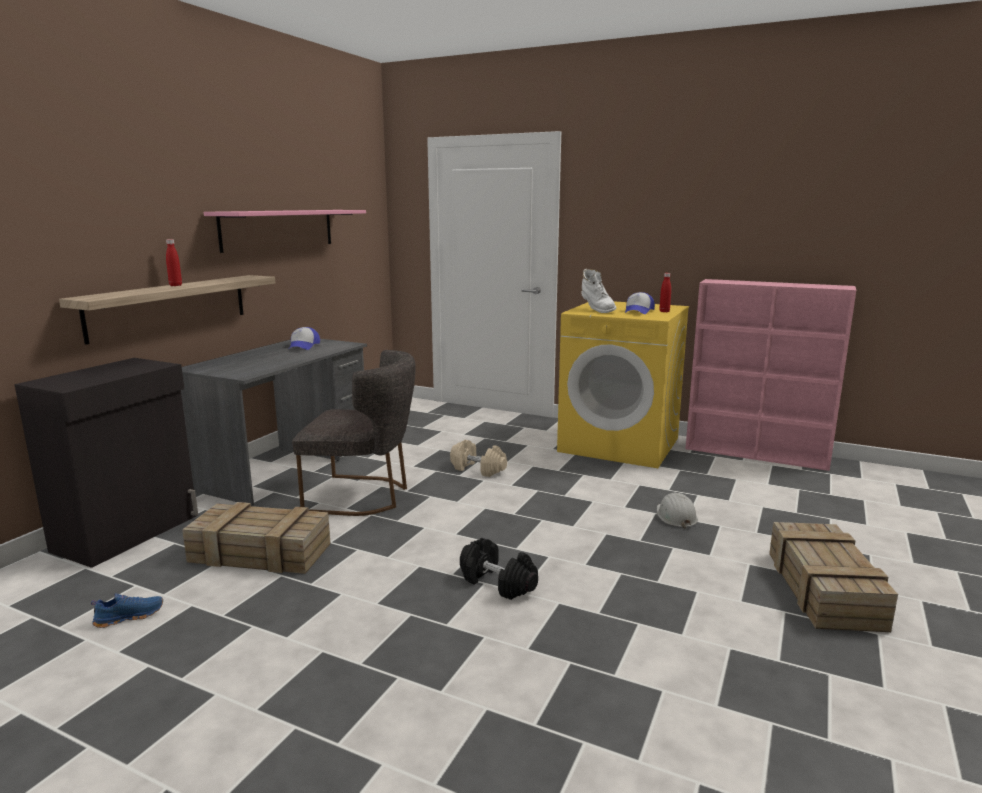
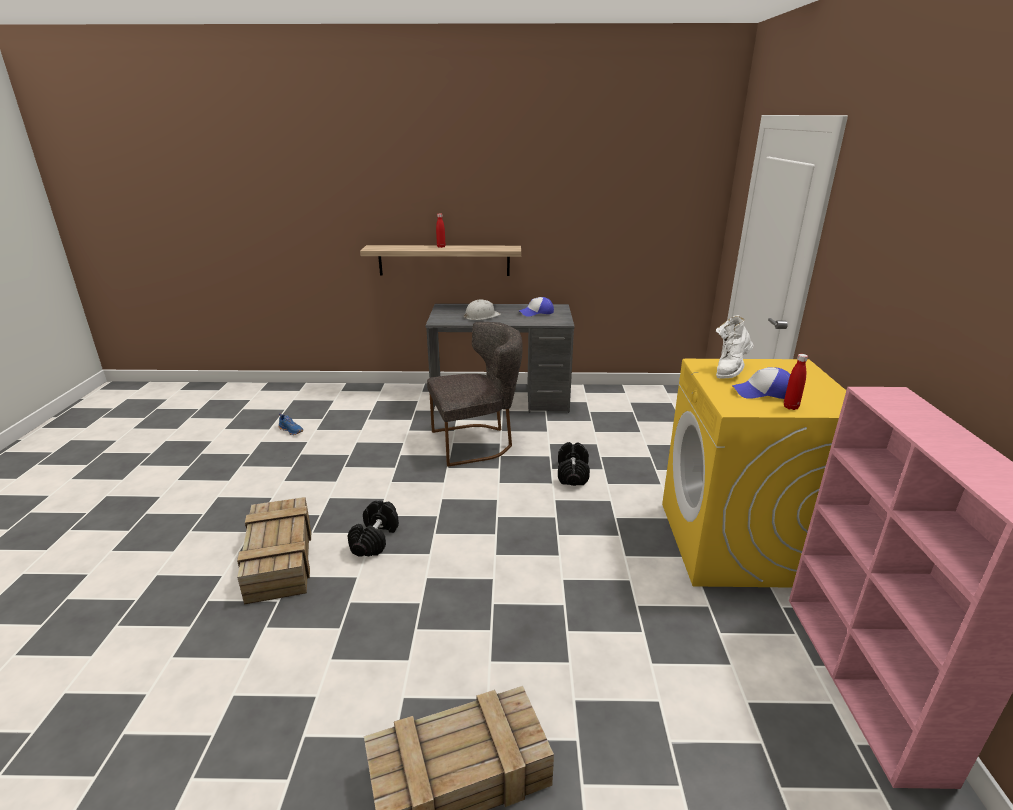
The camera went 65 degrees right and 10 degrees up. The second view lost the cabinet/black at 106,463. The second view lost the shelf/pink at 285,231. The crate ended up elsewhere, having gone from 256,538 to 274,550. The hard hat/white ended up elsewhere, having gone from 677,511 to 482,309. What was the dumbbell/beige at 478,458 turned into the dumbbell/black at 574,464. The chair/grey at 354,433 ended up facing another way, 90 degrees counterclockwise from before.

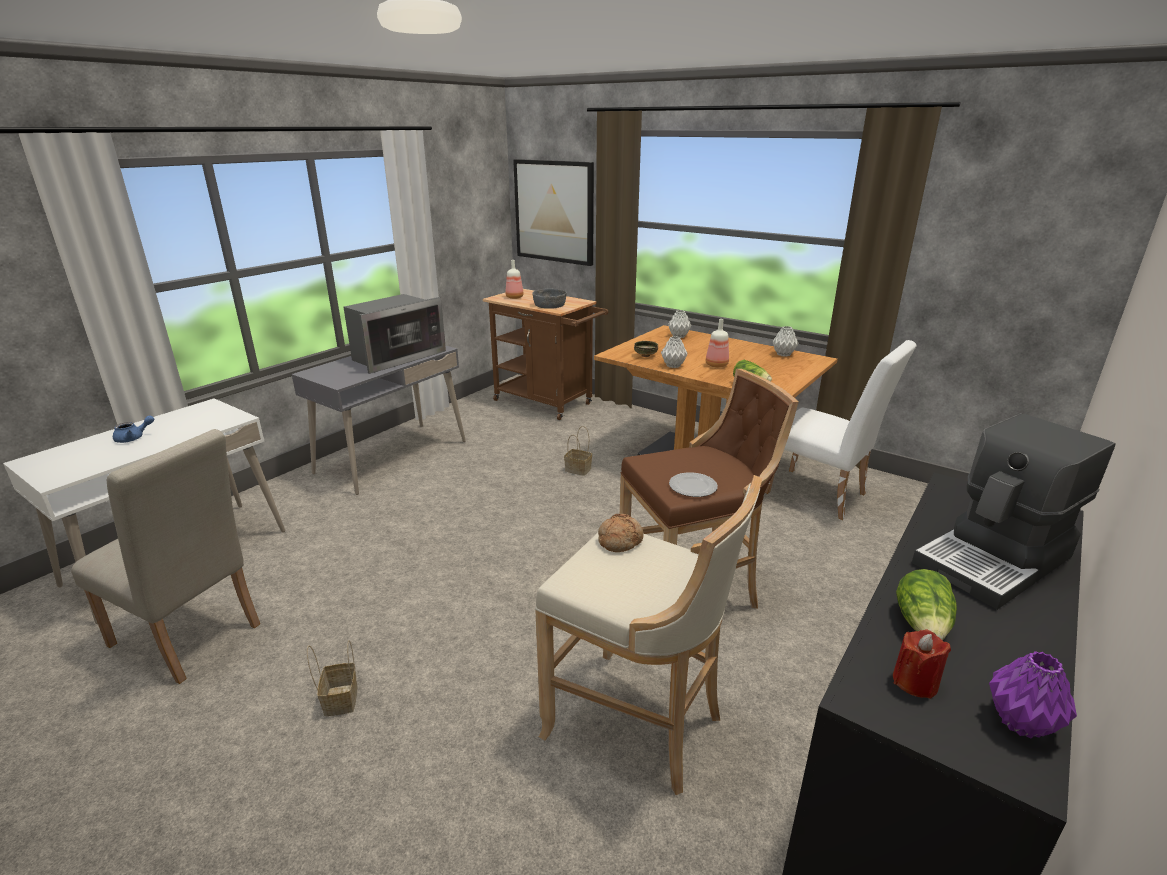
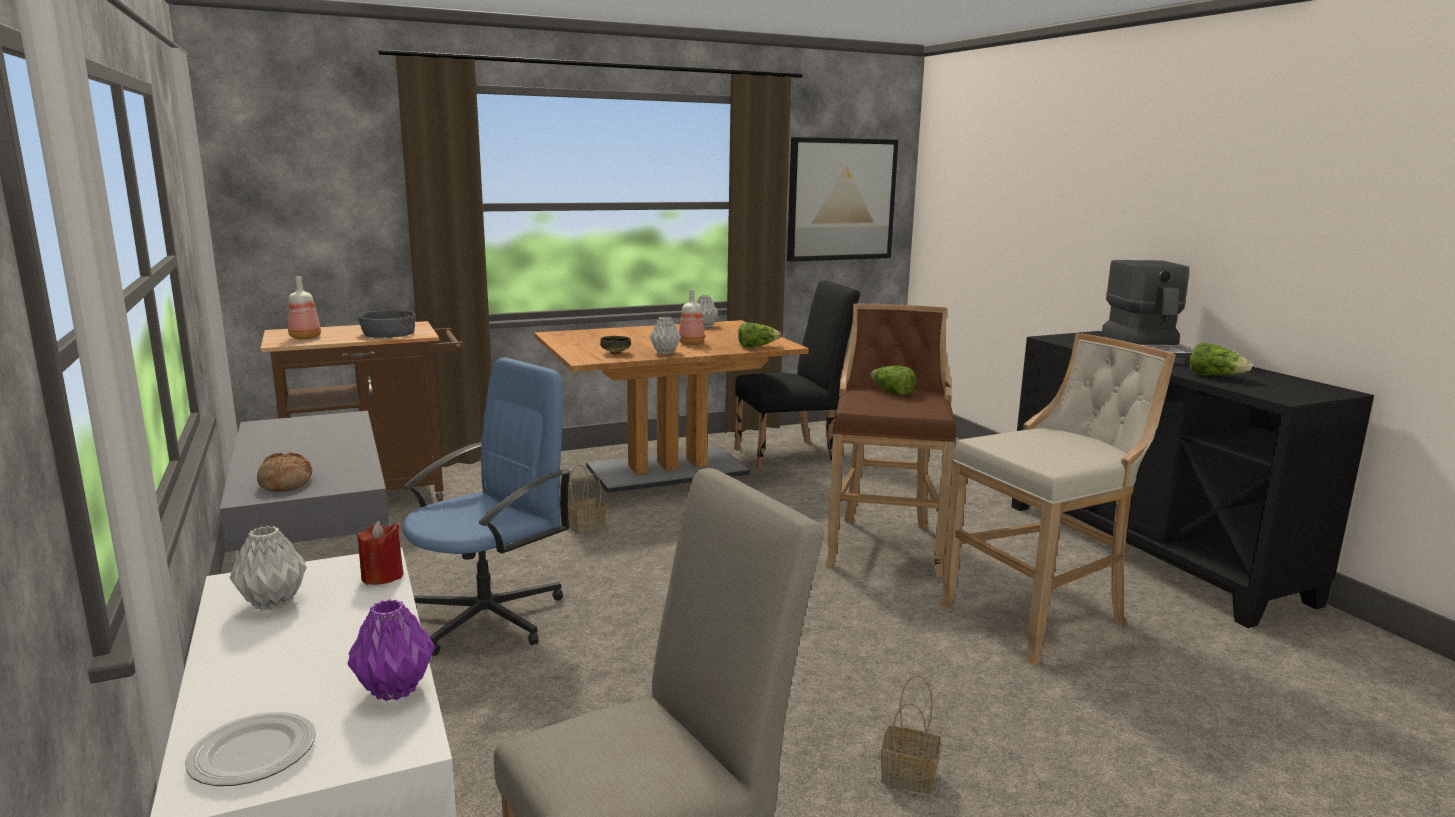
The camera went 60 degrees left and 10 degrees down. The second view lost the teapot/blue at 133,429. The second view lost the microwave at 394,334. The second view gained the office chair/blue at 487,506. The second view gained the lettuce at 893,381. The picture ended up elsewhere, having gone from 553,212 to 842,199. The bread ended up elsewhere, having gone from 621,533 to 284,472. The vase/grey ended up elsewhere, having gone from 679,324 to 268,568. The plate ended up elsewhere, having gone from 693,484 to 250,749. The candle/red ended up elsewhere, having gone from 922,664 to 380,553. The vase/purple ended up elsewhere, having gone from 1033,695 to 391,650. What was the chair/white at 841,430 turned into the chair/black at 797,375.

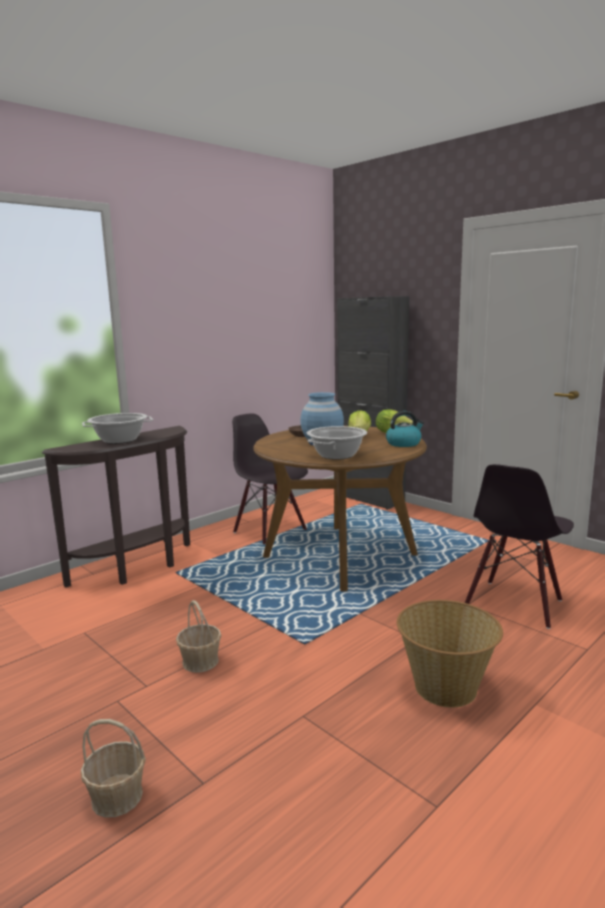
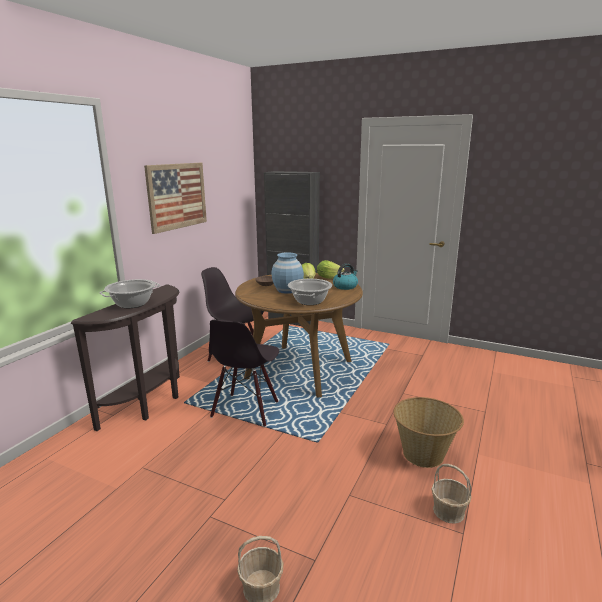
The camera went 20 degrees left and 5 degrees up. The second view gained the picture at 175,198. The basket ended up elsewhere, having gone from 198,636 to 451,494. The chair/black ended up elsewhere, having gone from 519,546 to 244,373.

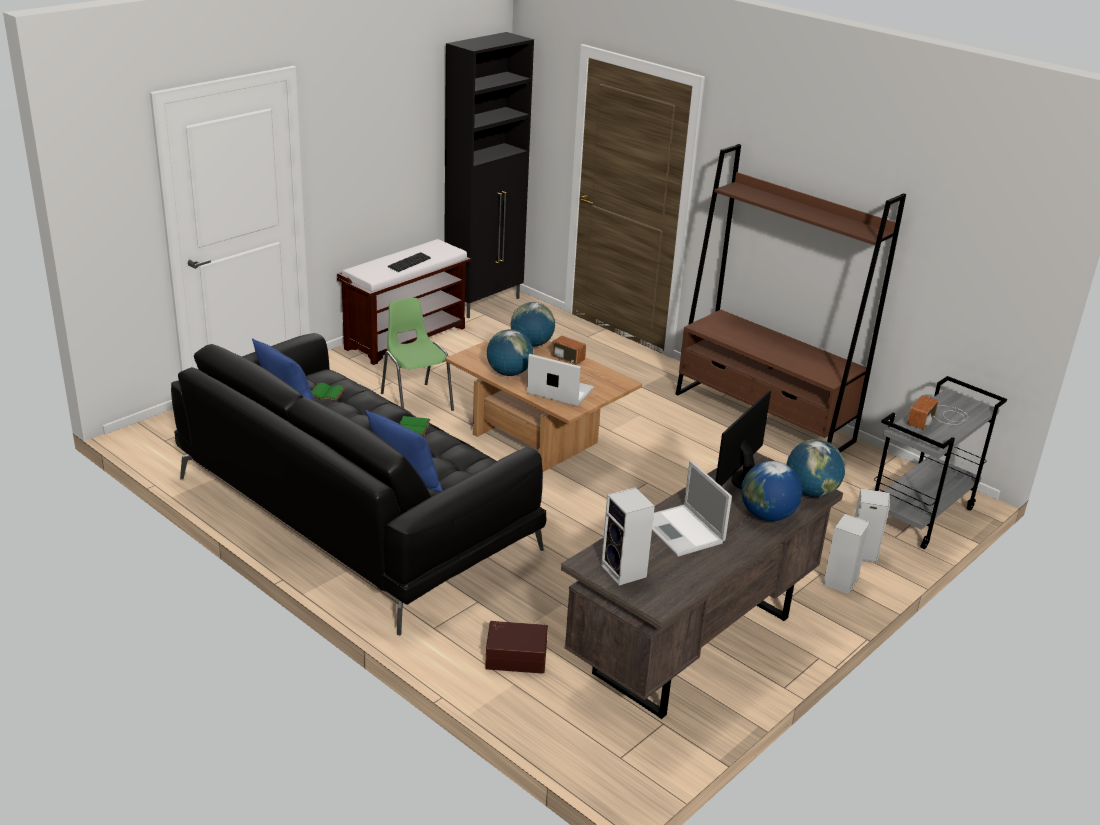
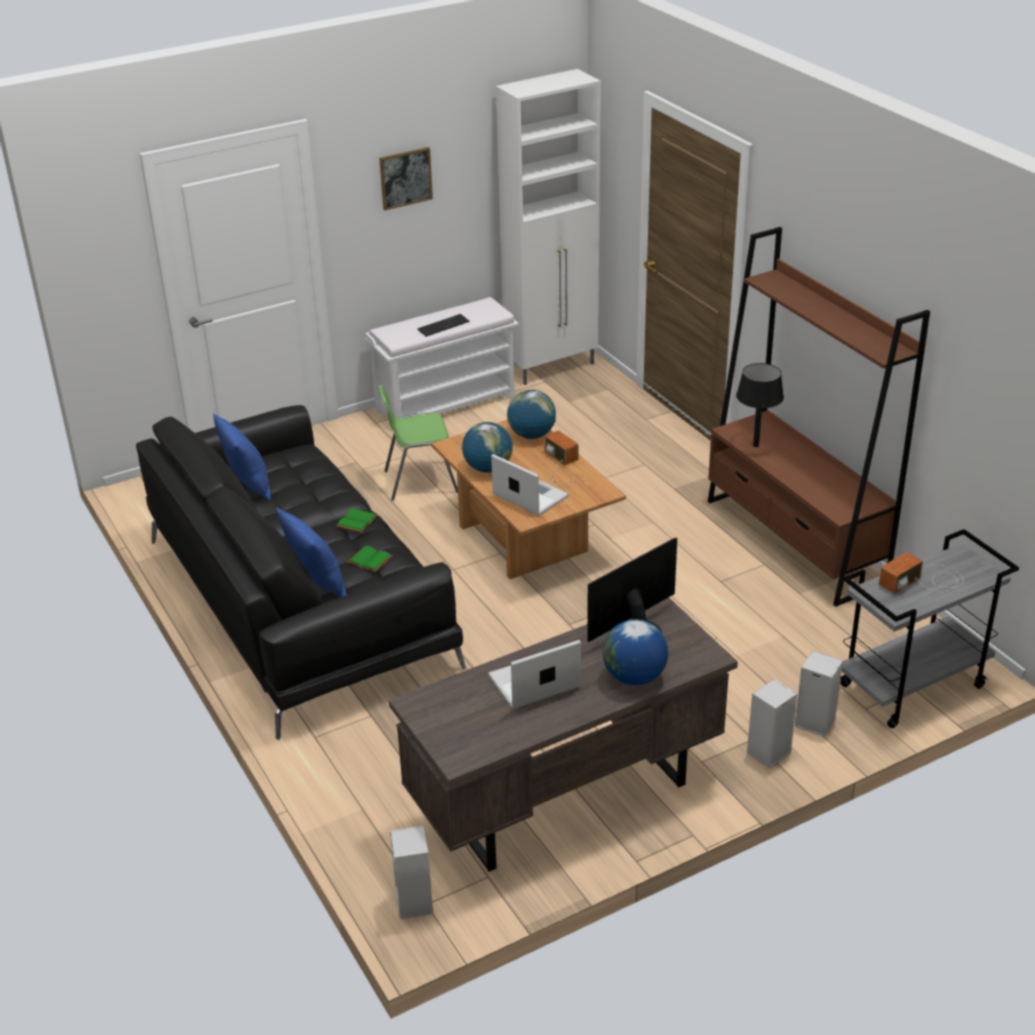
The camera went 20 degrees right and 5 degrees up. The second view lost the storage box/brown at 516,647. The second view lost the globe at 815,468. The second view gained the picture at 406,179. The second view gained the table lamp/black at 760,405. The book/green ended up elsewhere, having gone from 328,392 to 370,559. The speaker ended up elsewhere, having gone from 628,536 to 411,872. What was the bench/brown at 404,302 turned into the bench/white at 442,357. What was the cabinet/black at 489,175 turned into the cabinet/white at 548,227. The chair/green at 417,354 ended up facing another way, 90 degrees counterclockwise from before. The laptop at 692,509 ended up facing another way, 75 degrees clockwise from before.

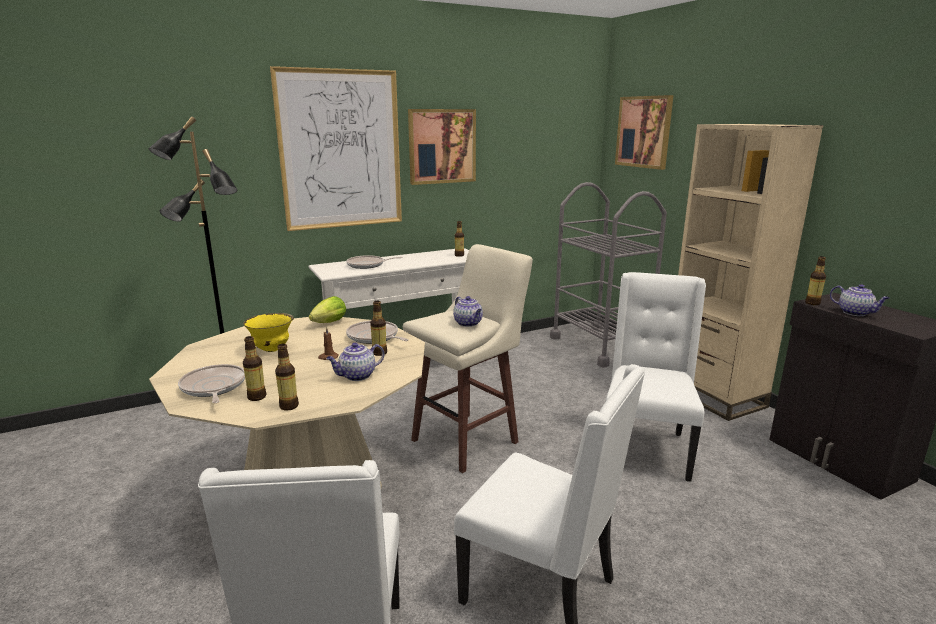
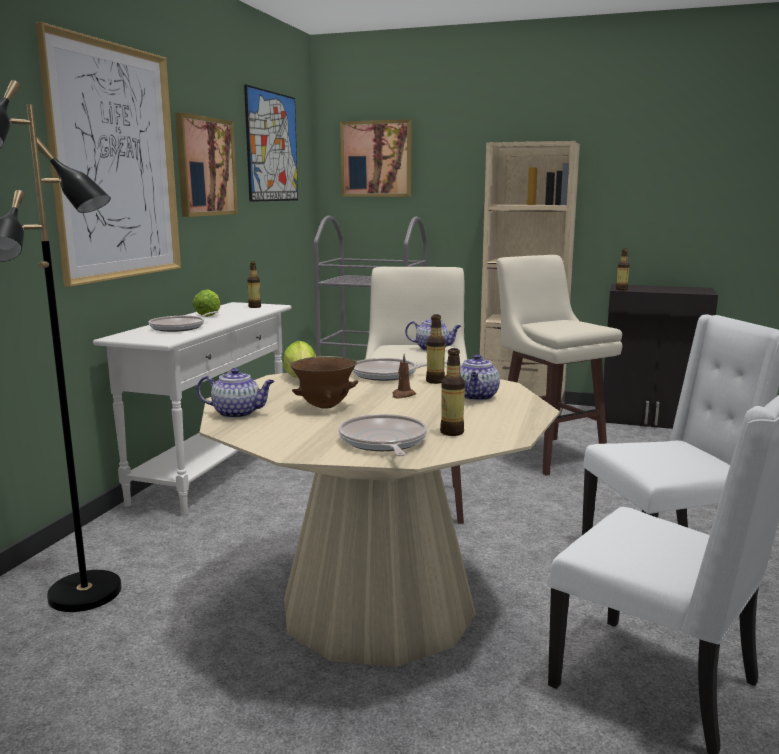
The camera went 45 degrees left and 5 degrees down. The second view lost the bottle at 287,377. The second view gained the lettuce at 206,303. The second view gained the picture at 271,143. The teapot ended up elsewhere, having gone from 860,300 to 236,393. Where the chair/white stood at 656,377, the stool/beige came to stand at 559,365. What was the bowl/yellow at 268,332 turned into the bowl/brown at 324,382. The frying pan at 211,383 ended up facing another way, 60 degrees clockwise from before.

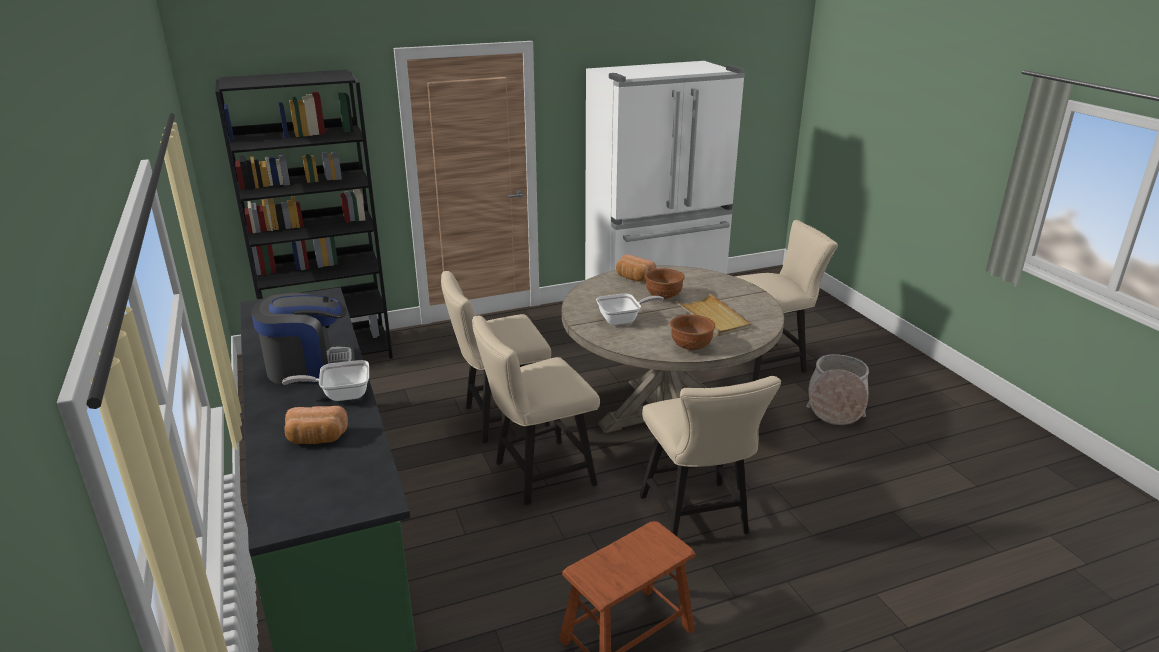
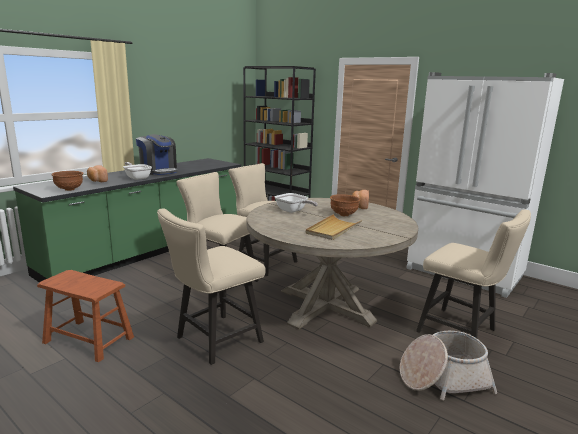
The camera went 60 degrees right and 10 degrees down. The bowl/brown ended up elsewhere, having gone from 692,333 to 67,181.

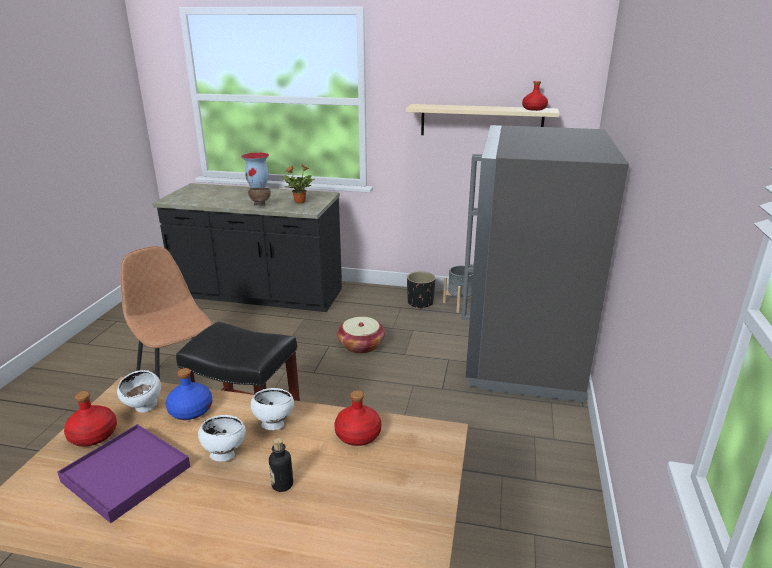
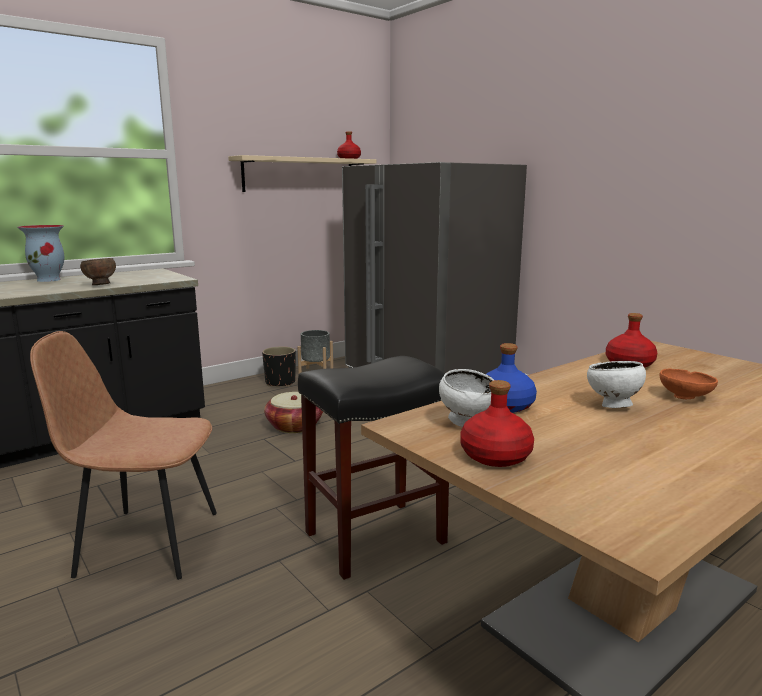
The camera went 50 degrees left and 10 degrees down. The second view lost the tray/purple at 123,473. The second view lost the bowl/white at 272,409. The second view lost the potted plant at 298,184. Where the bottle stood at 281,465, the bowl/orange came to stand at 688,384.

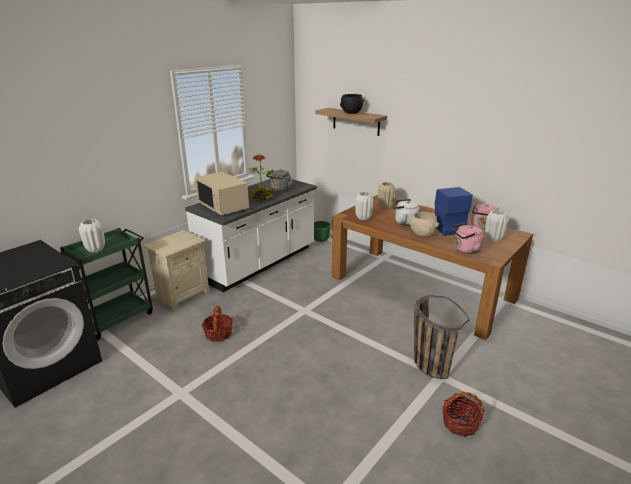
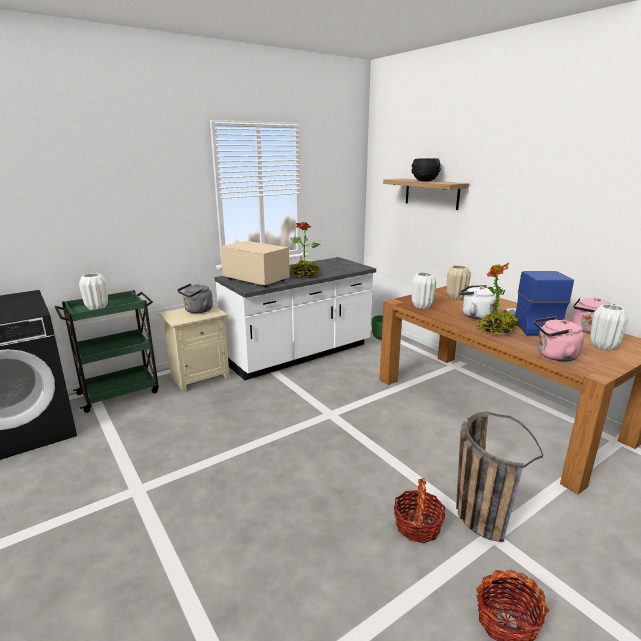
The camera went 15 degrees right and 5 degrees down. The basket ended up elsewhere, having gone from 217,323 to 419,510. The kettle/grey ended up elsewhere, having gone from 279,180 to 195,298. Where the bowl/beige stood at 424,224, the potted plant came to stand at 497,299. The microwave/beige at 222,194 ended up facing another way, 150 degrees clockwise from before.

